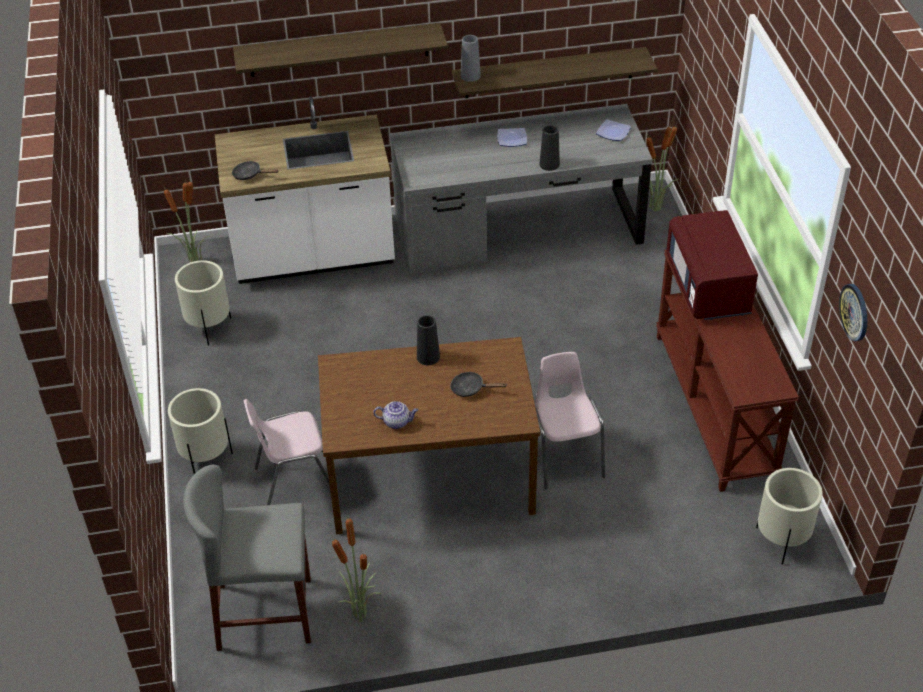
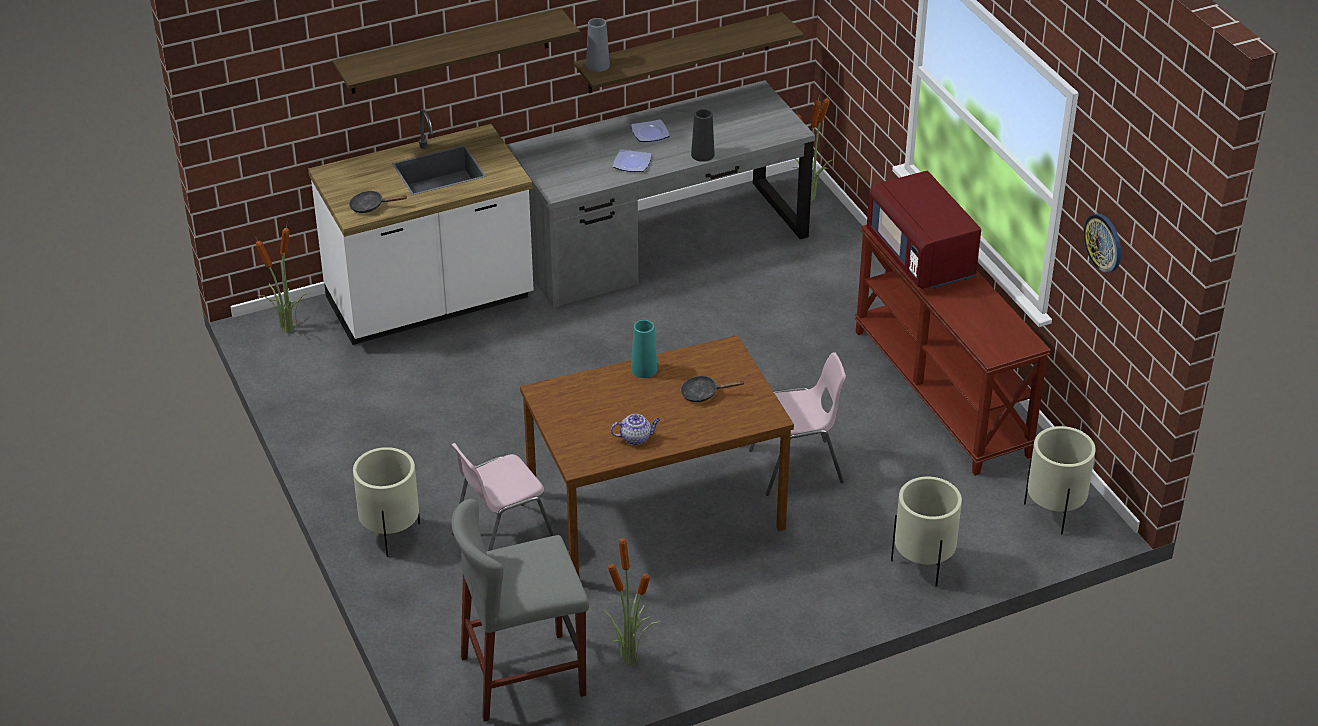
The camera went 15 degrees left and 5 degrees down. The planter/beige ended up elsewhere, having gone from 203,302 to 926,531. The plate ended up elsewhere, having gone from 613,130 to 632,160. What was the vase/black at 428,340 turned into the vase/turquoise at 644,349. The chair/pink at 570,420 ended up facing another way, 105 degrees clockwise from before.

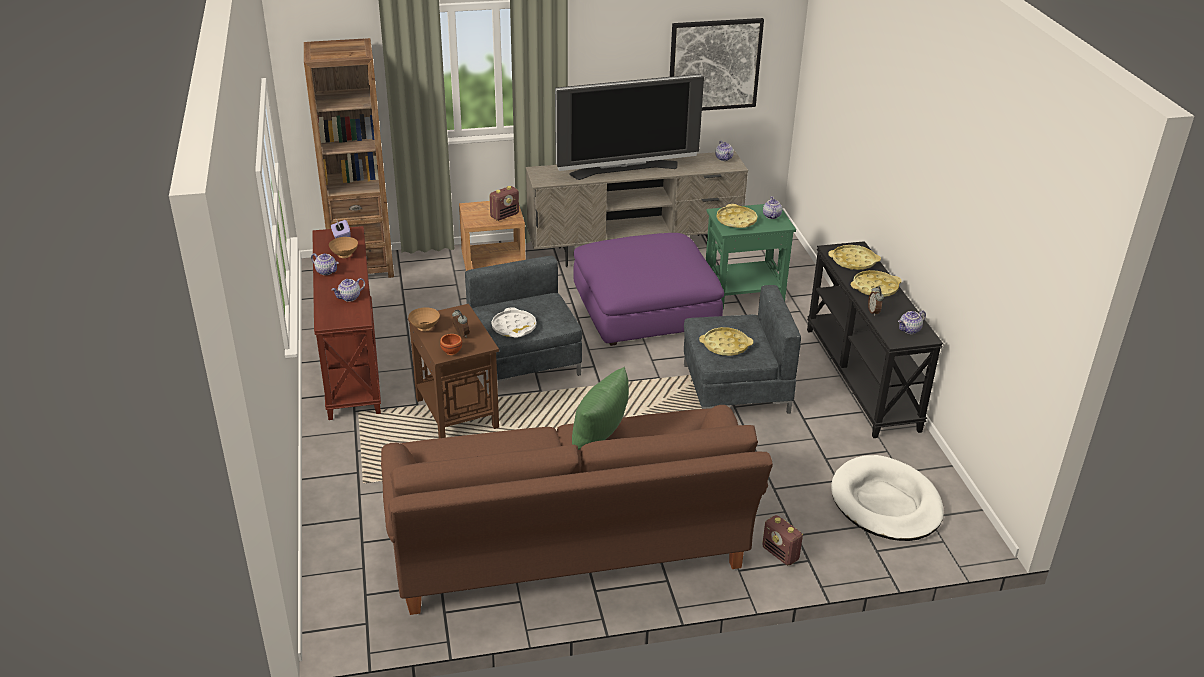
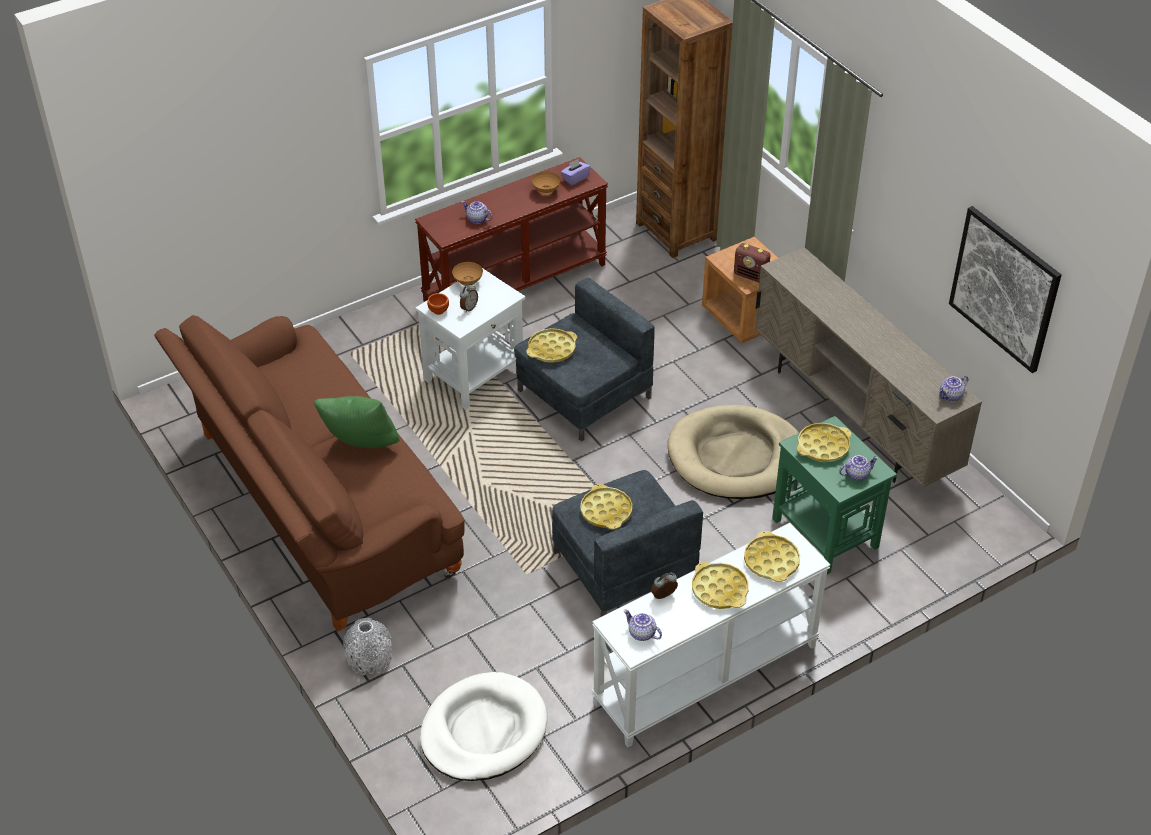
The camera went 70 degrees right and 10 degrees up. The second view lost the teapot at 325,264. The second view lost the television at 629,127. Where the ottoman/purple stood at 648,289, the dog bed/beige came to stand at 733,452. Where the radio stood at 782,540, the vase/grey came to stand at 367,646. What was the side table/brown at 453,371 turned into the side table/white at 470,339. What was the tray/white at 514,323 turned into the tray/yellow at 551,345. What was the console table/black at 875,339 turned into the console table/white at 711,635.

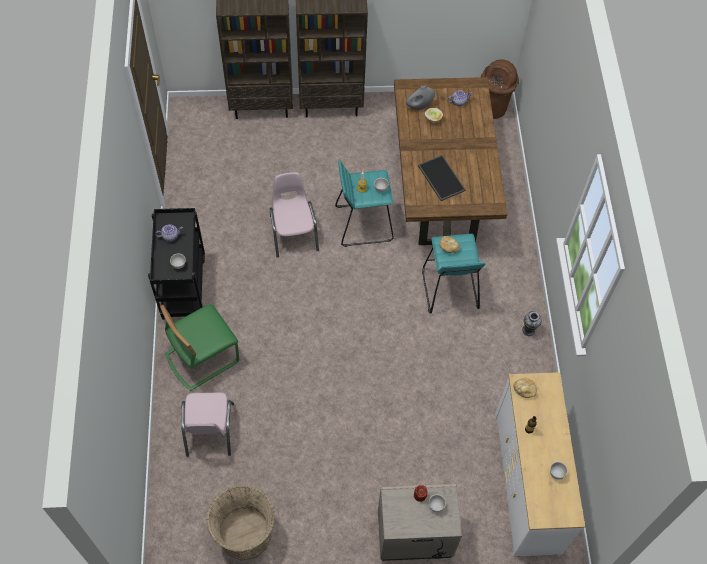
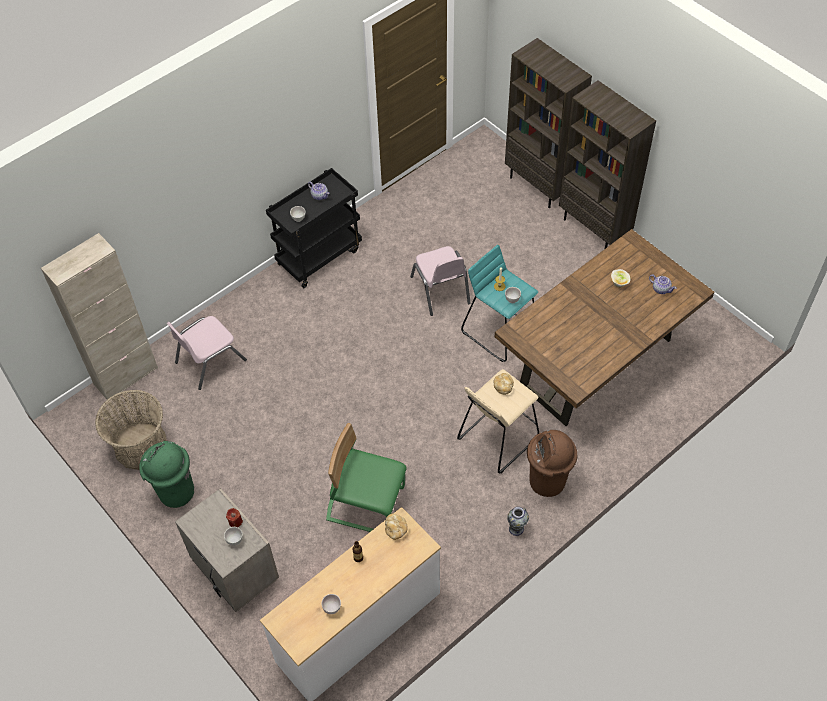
The camera went 55 degrees right and 5 degrees down. The second view lost the vase/grey at 420,97. The second view lost the tray at 442,178. The second view gained the cabinet/beige at 99,316. The second view gained the trash can/green at 166,474. The chair/green ended up elsewhere, having gone from 199,348 to 366,477. The trash can/brown ended up elsewhere, having gone from 500,89 to 552,463. What was the stool/turquoise at 453,274 turned into the stool/beige at 498,421. The chair/pink at 294,215 ended up facing another way, 120 degrees clockwise from before.

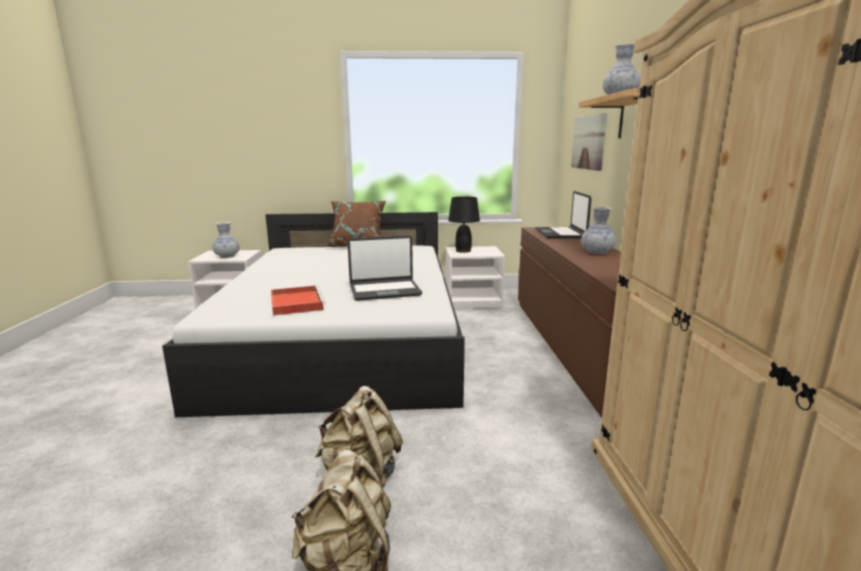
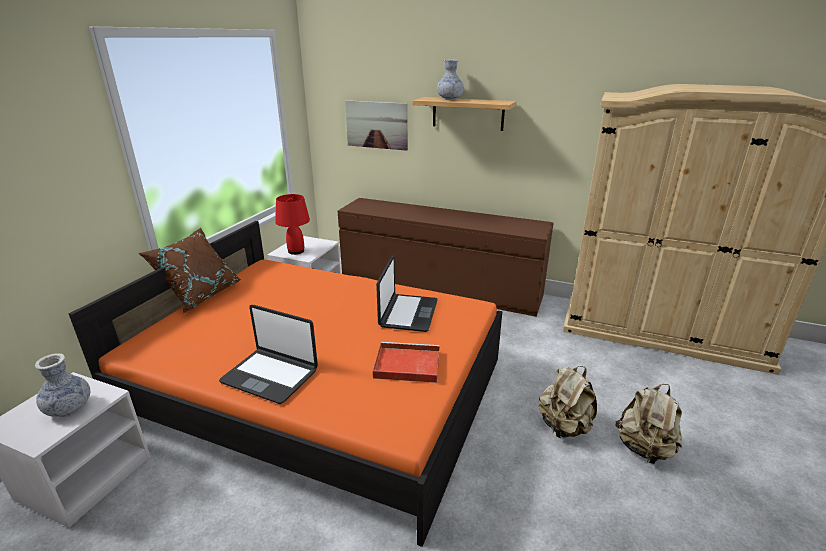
The camera went 65 degrees left and 10 degrees up. The second view lost the vase at 598,230. The laptop ended up elsewhere, having gone from 563,214 to 268,354. What was the bed/white at 313,314 turned into the bed/orange at 285,384. What was the table lamp/black at 464,225 turned into the table lamp/red at 292,224.

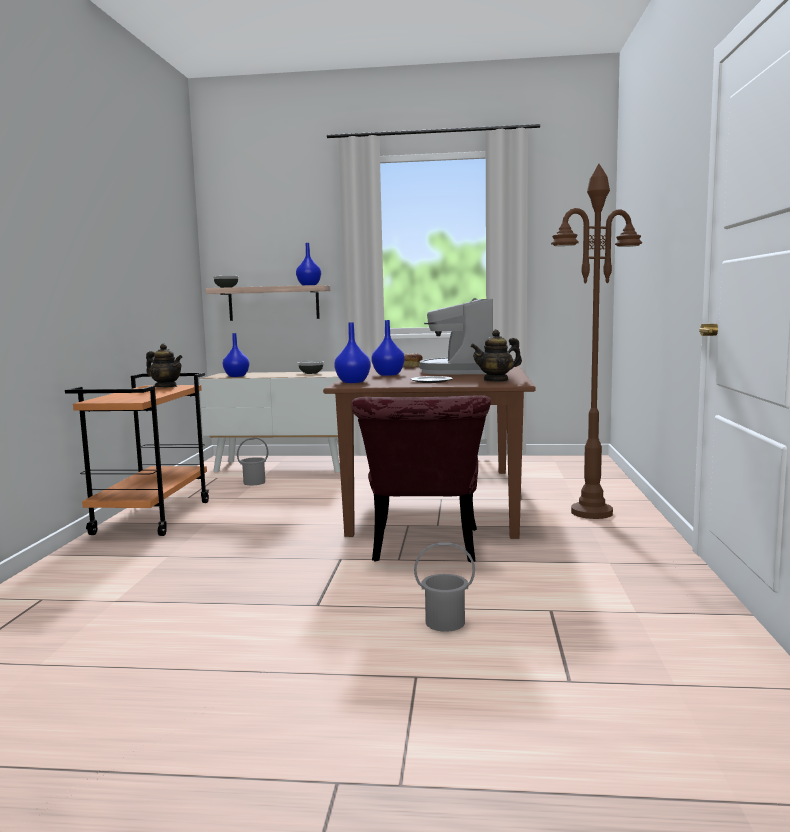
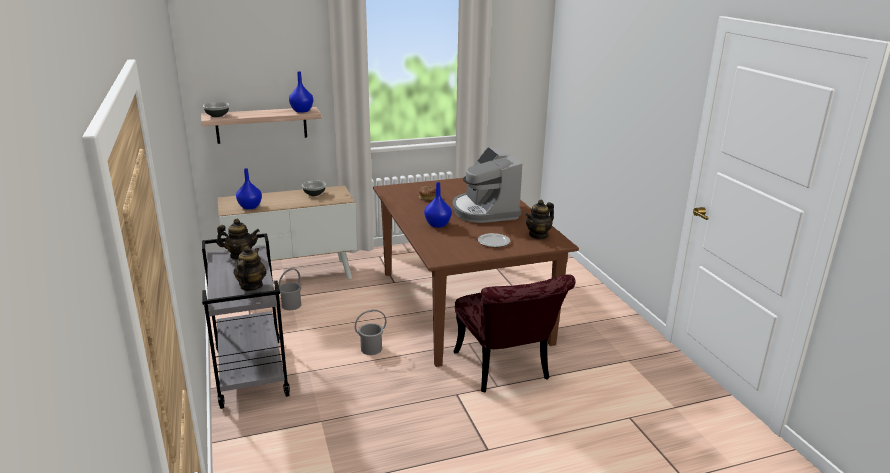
The camera went 25 degrees left and 15 degrees up. The second view lost the vase/blue at 352,352. The second view lost the floor lamp/brown at 596,341. The second view gained the teapot at 250,268. The bucket/grey ended up elsewhere, having gone from 444,587 to 371,332. What was the cart/orange at 137,454 turned into the cart/grey at 246,321.

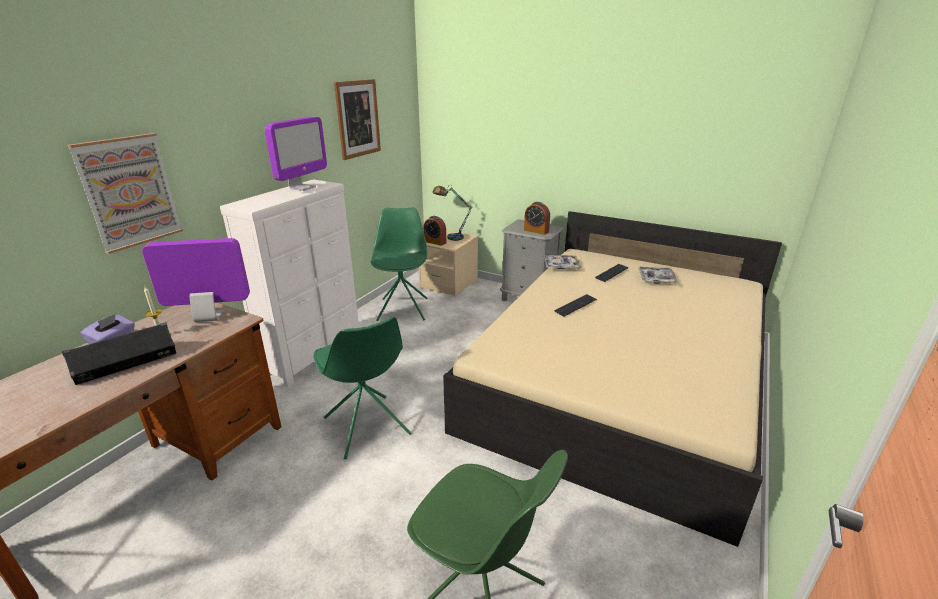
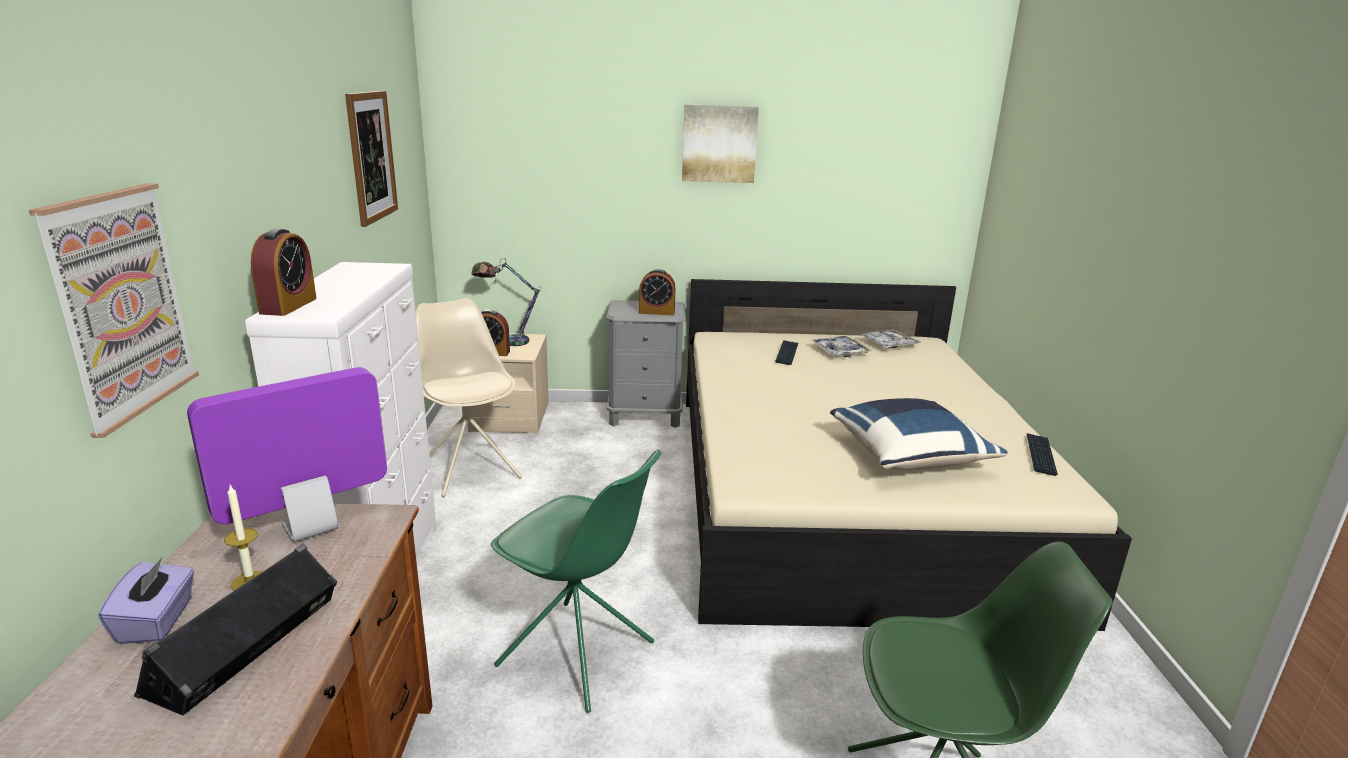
The camera went 30 degrees left and 5 degrees down. The second view lost the monitor at 296,154. The second view gained the alarm clock at 284,272. The second view gained the picture at 720,143. The second view gained the pillow/blue at 919,434. The tray ended up elsewhere, having gone from 562,262 to 890,338. The keyboard ended up elsewhere, having gone from 575,305 to 1042,454. What was the chair/green at 399,264 turned into the chair/beige at 468,397.

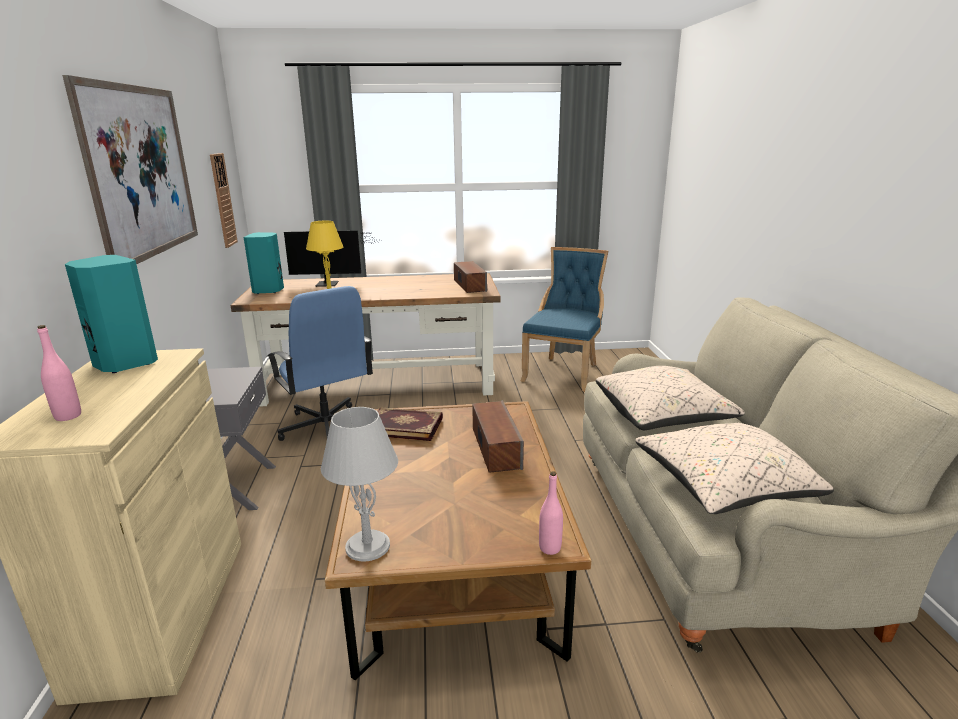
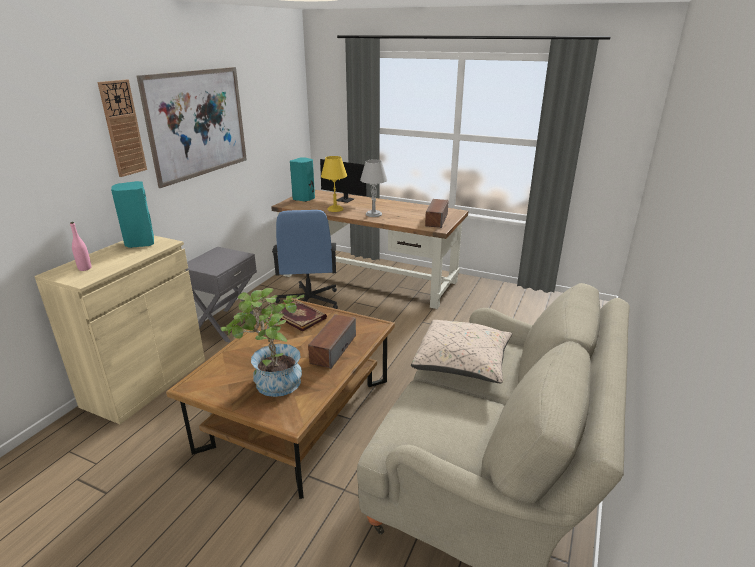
The camera went 30 degrees right and 5 degrees up. The second view lost the chair/blue at 564,319. The second view lost the bottle/pink at 551,513. The second view lost the pillow/beige at 735,468. The second view gained the potted plant at 262,342. The wall clock ended up elsewhere, having gone from 224,200 to 122,128. The table lamp/grey ended up elsewhere, having gone from 359,484 to 373,188.

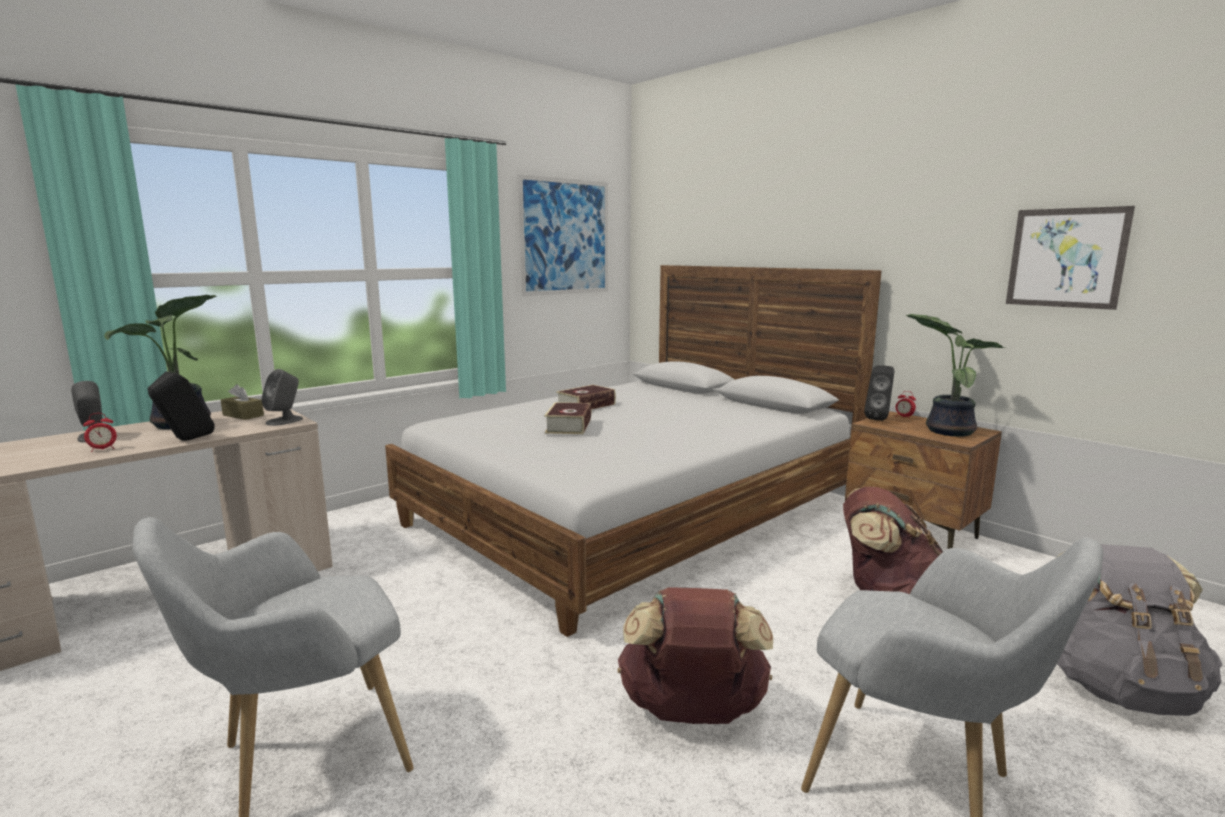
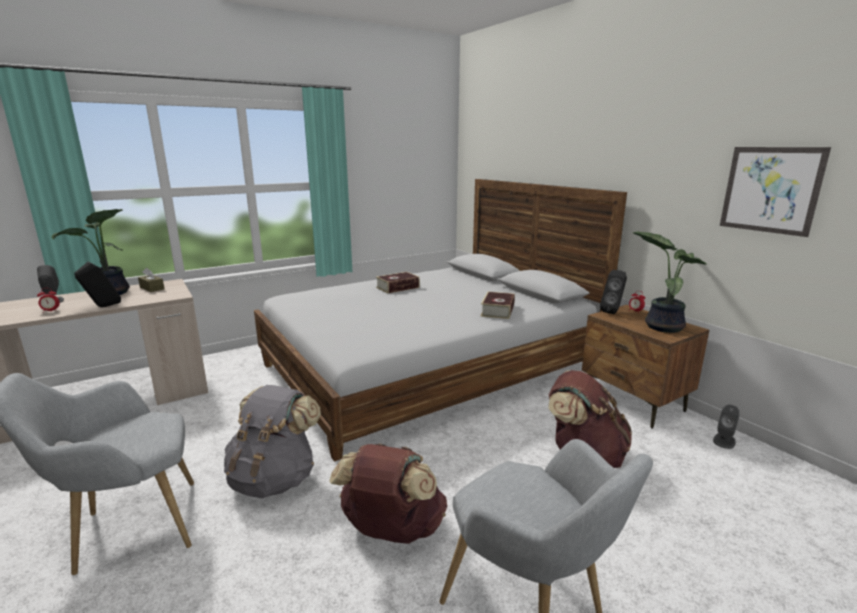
The camera went 10 degrees right and 5 degrees up. The second view lost the picture at 563,235. The speaker/grey ended up elsewhere, having gone from 282,397 to 726,427. The book ended up elsewhere, having gone from 567,418 to 497,305. The backpack/grey ended up elsewhere, having gone from 1140,630 to 272,441.

